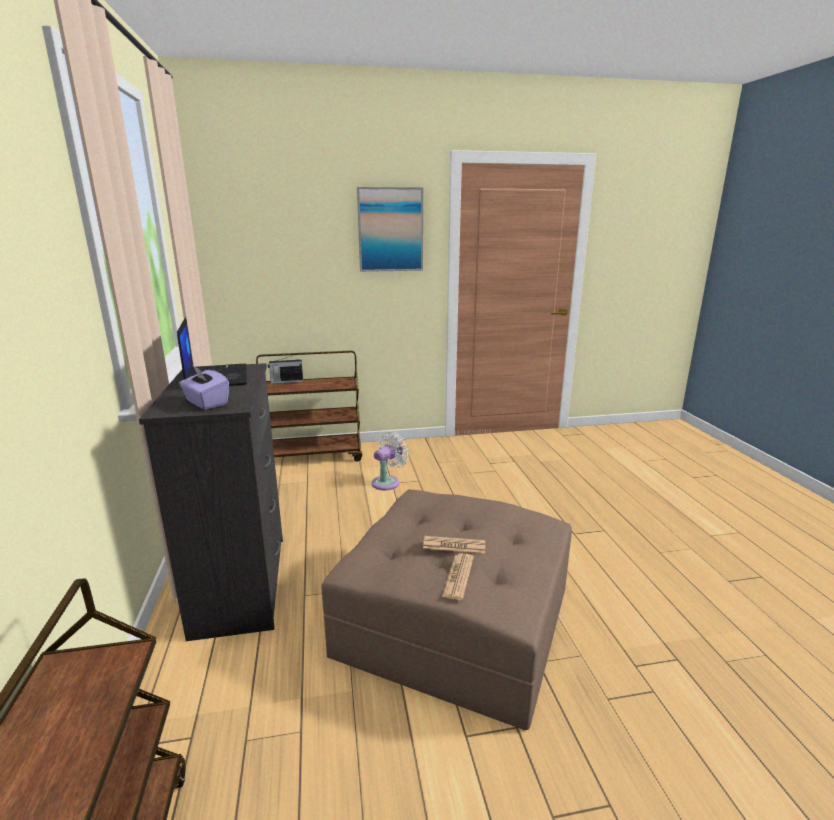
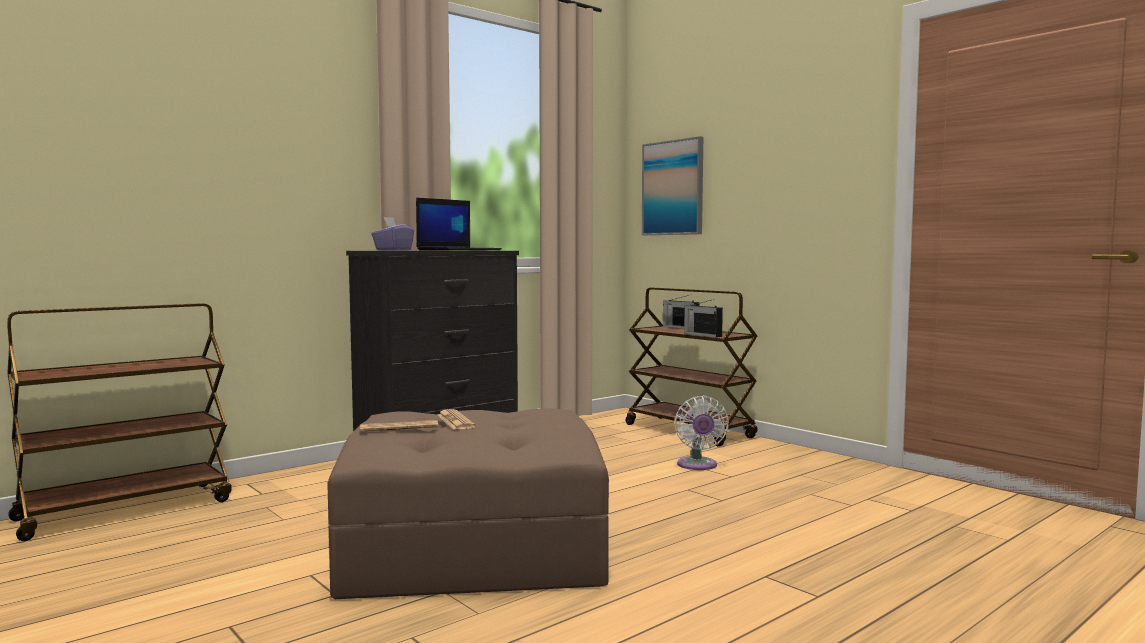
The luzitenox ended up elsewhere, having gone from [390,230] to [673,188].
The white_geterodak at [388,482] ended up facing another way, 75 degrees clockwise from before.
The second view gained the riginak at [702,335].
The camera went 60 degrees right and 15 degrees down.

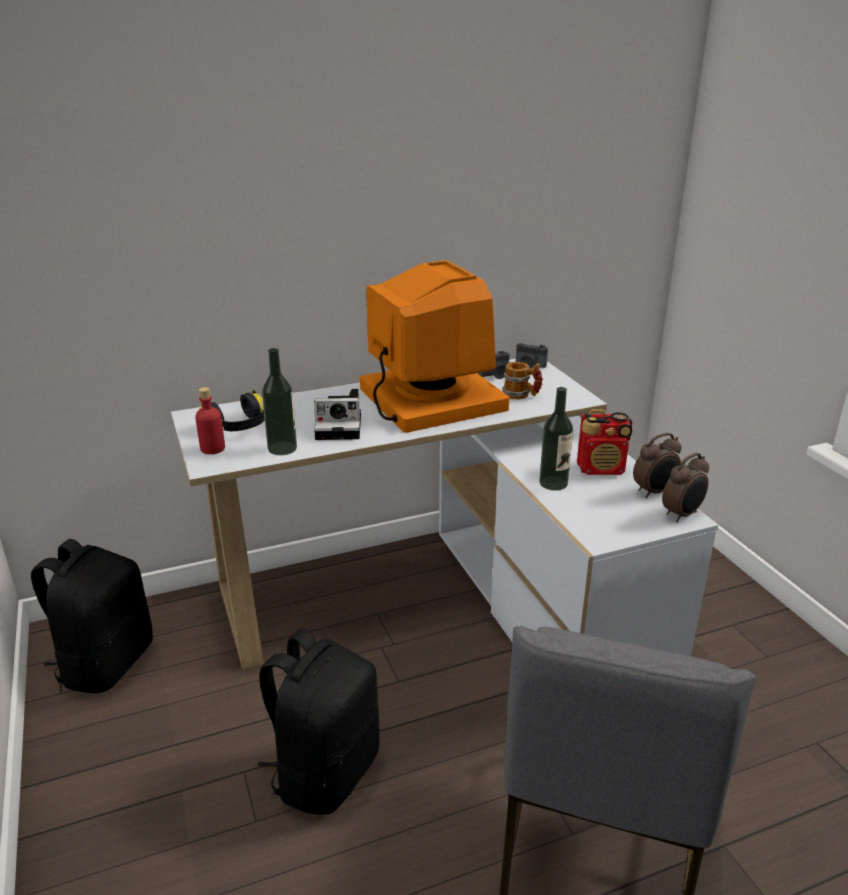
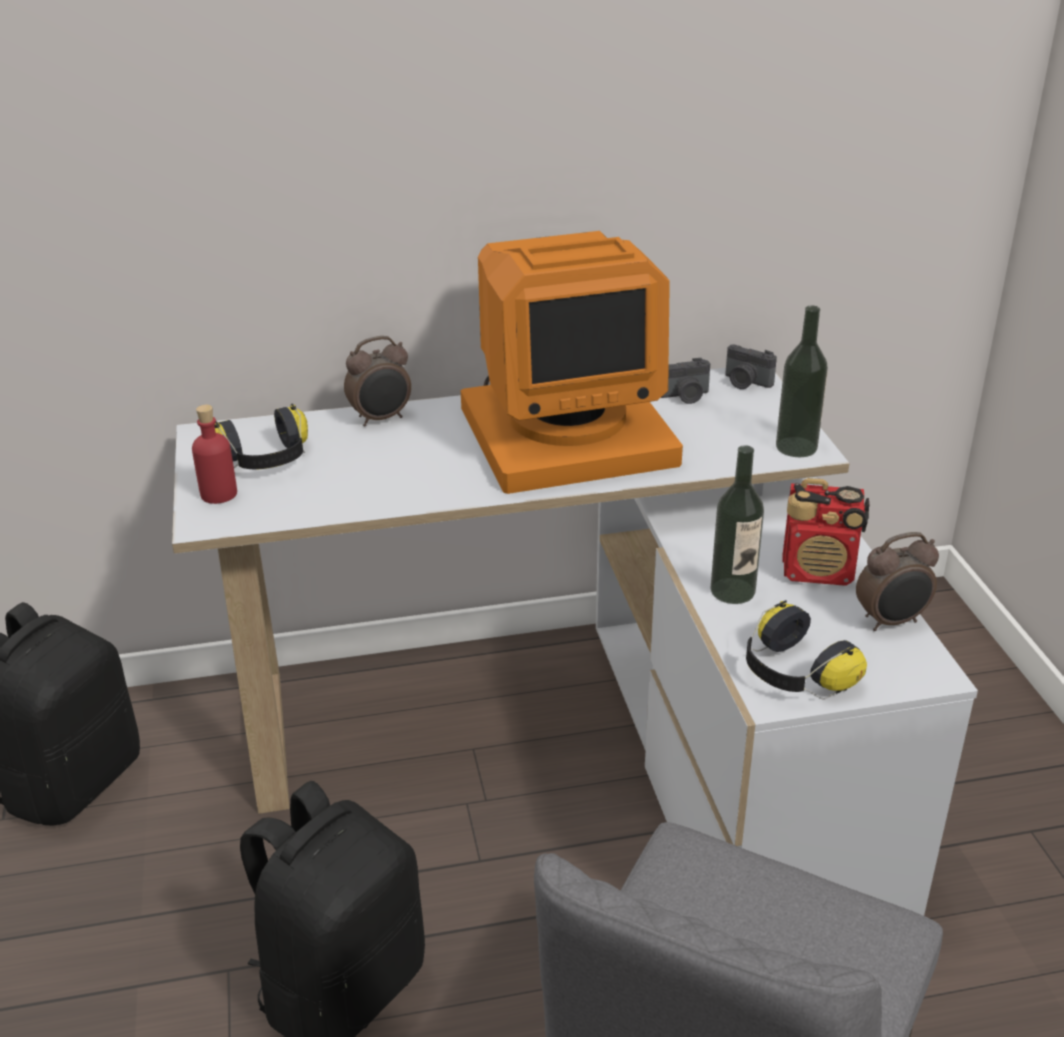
The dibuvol ended up elsewhere, having gone from [282,448] to [796,447].
The second view lost the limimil at [341,426].
The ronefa at [429,399] ended up facing another way, 90 degrees clockwise from before.
The second view lost the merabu at [521,395].
The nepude ended up elsewhere, having gone from [682,514] to [381,419].
The second view gained the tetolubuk at [793,673].
The camera went 10 degrees right and 5 degrees up.

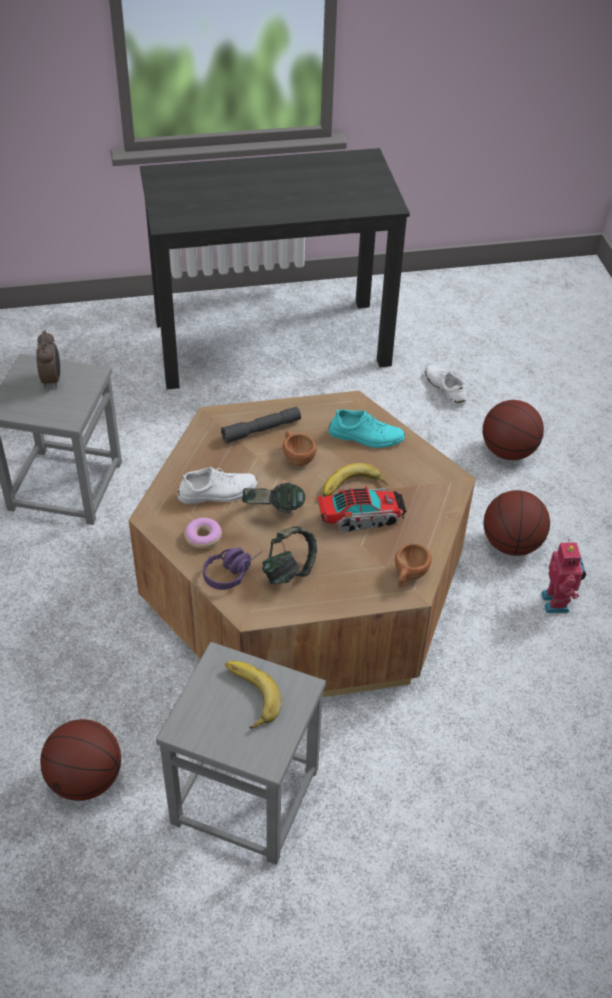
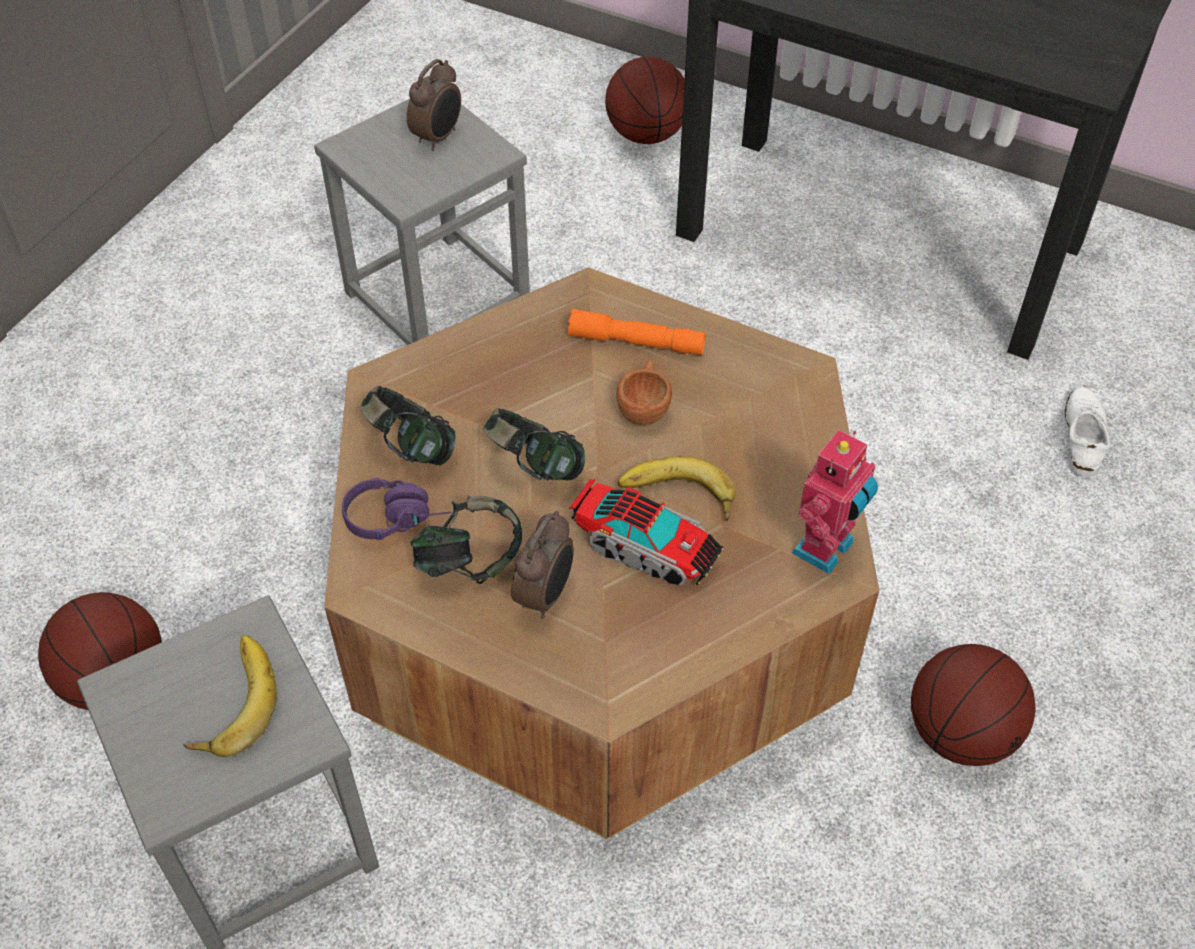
The second view lost the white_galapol at [217,492].
Where the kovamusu stood at [203,537], the tetolubuk came to stand at [411,448].
What was the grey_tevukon at [261,430] turned into the orange_tevukon at [636,342].
The second view lost the turquoise_galapol at [366,436].
The second view lost the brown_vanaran at [409,576].
The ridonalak ended up elsewhere, having gone from [508,451] to [646,135].
The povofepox ended up elsewhere, having gone from [557,602] to [826,549].
The second view gained the nepude at [546,595].
The camera went 40 degrees right and 5 degrees up.

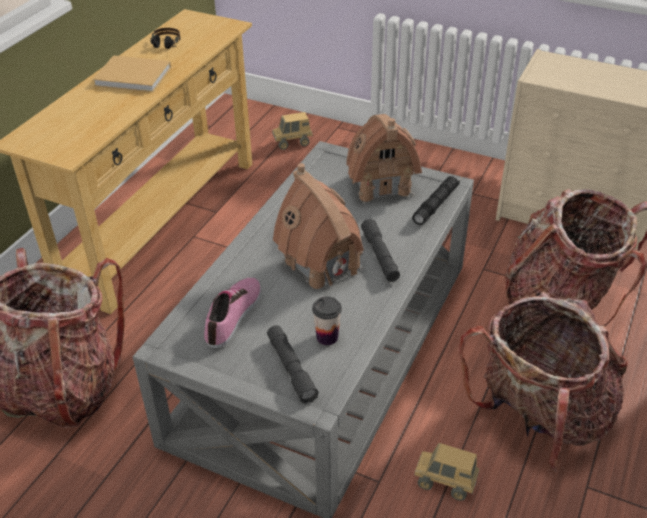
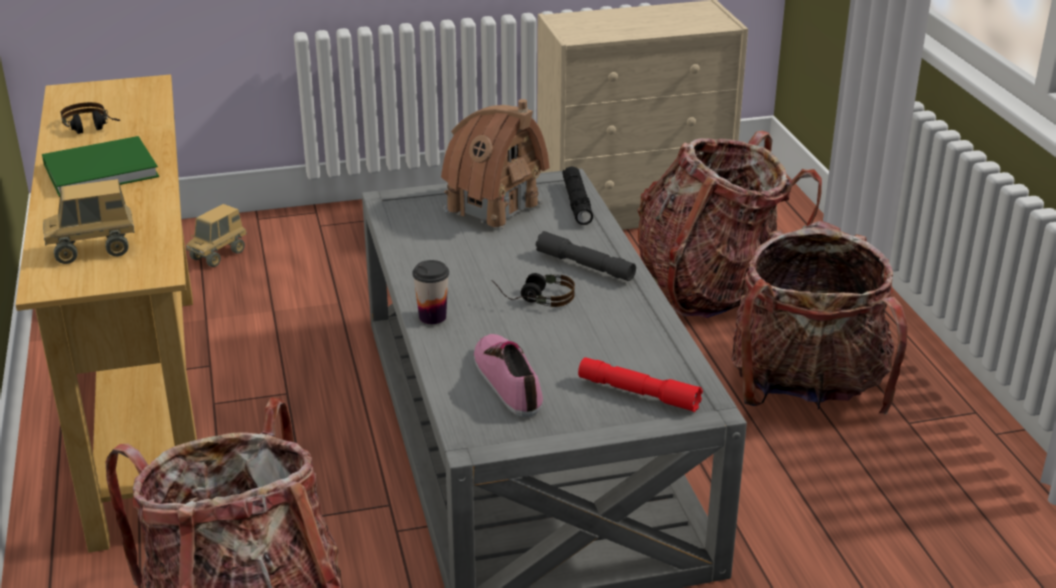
What was the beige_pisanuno at [135,77] turned into the green_pisanuno at [104,170].
What was the grey_tevukon at [291,368] turned into the red_tevukon at [638,393].
Where the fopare stood at [321,264], the tetolubuk came to stand at [534,298].
The vanaran ended up elsewhere, having gone from [327,337] to [432,317].
The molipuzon ended up elsewhere, having gone from [445,483] to [93,250].
The camera went 40 degrees left and 10 degrees down.

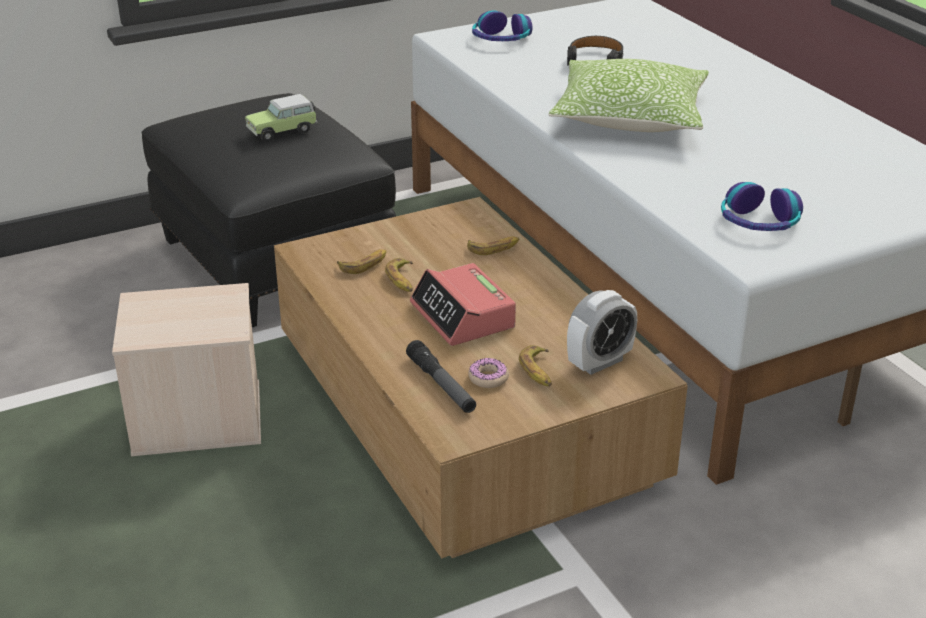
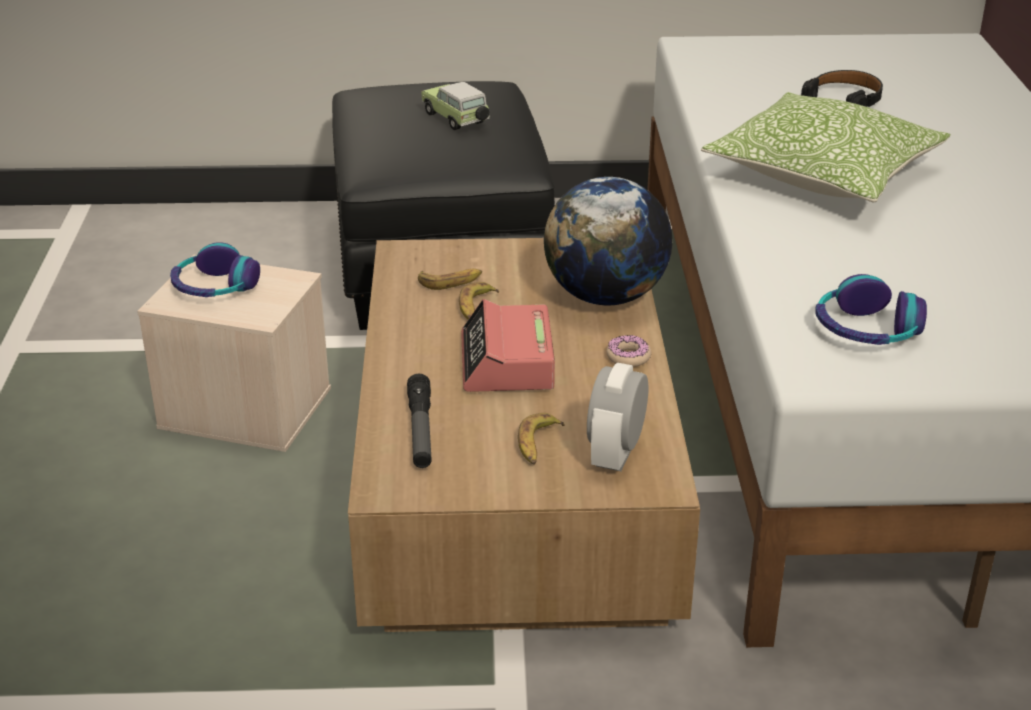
The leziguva at [284,131] ended up facing another way, 60 degrees clockwise from before.
Where the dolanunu stood at [494,248], the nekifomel came to stand at [606,296].
The kovamusu ended up elsewhere, having gone from [488,378] to [628,357].
The tetolubuk ended up elsewhere, having gone from [501,39] to [214,287].
The nepude at [599,362] ended up facing another way, 120 degrees clockwise from before.
The camera went 25 degrees right and 0 degrees up.

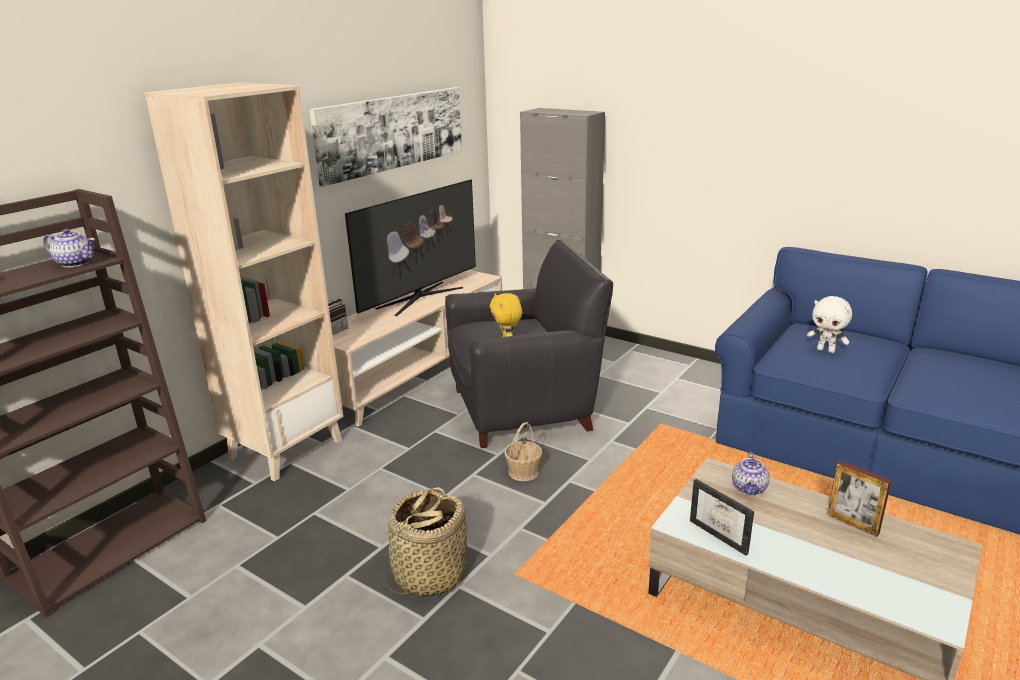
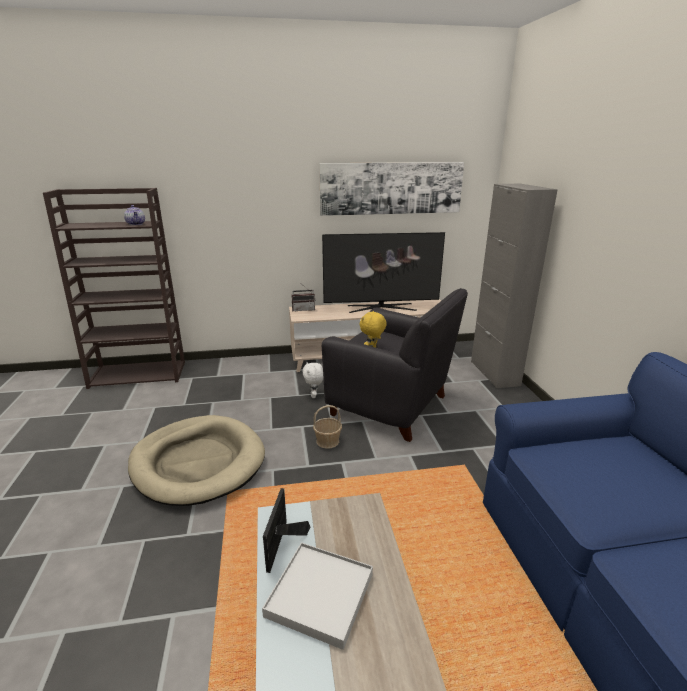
The second view lost the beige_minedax at [286,448].
Where the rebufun stood at [429,575], the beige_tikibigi came to stand at [198,462].
The second view lost the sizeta at [749,488].
The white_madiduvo ended up elsewhere, having gone from [826,350] to [314,395].
The second view lost the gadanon at [852,524].
The second view gained the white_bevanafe at [320,594].
The camera went 45 degrees right and 0 degrees up.

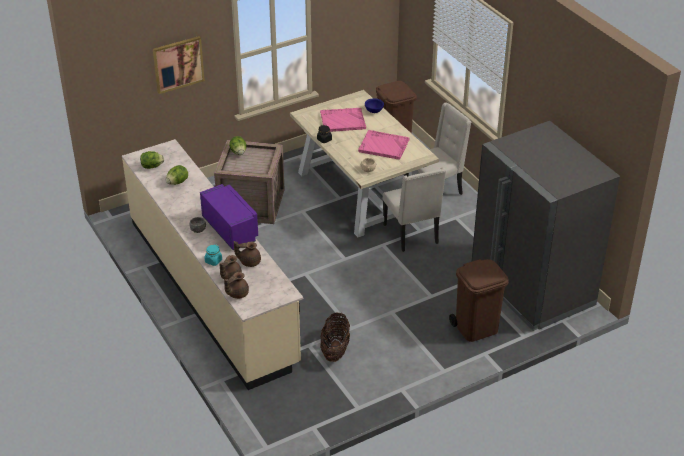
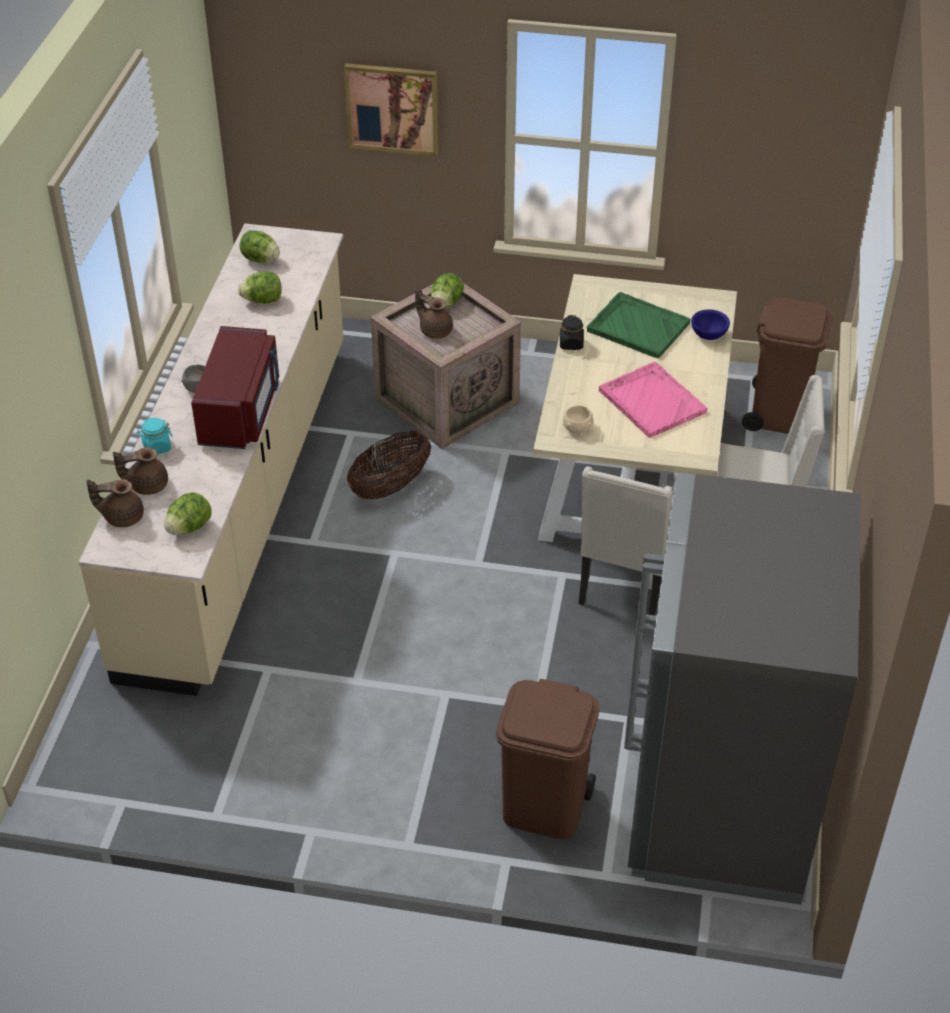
What was the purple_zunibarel at [231,229] turned into the red_zunibarel at [241,411].
The brown_sizeta ended up elsewhere, having gone from [249,262] to [435,330].
What was the pink_bevanafe at [342,121] turned into the green_bevanafe at [637,327].
The rebufun ended up elsewhere, having gone from [335,350] to [390,486].
The second view gained the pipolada at [189,527].
The camera went 40 degrees right and 5 degrees up.

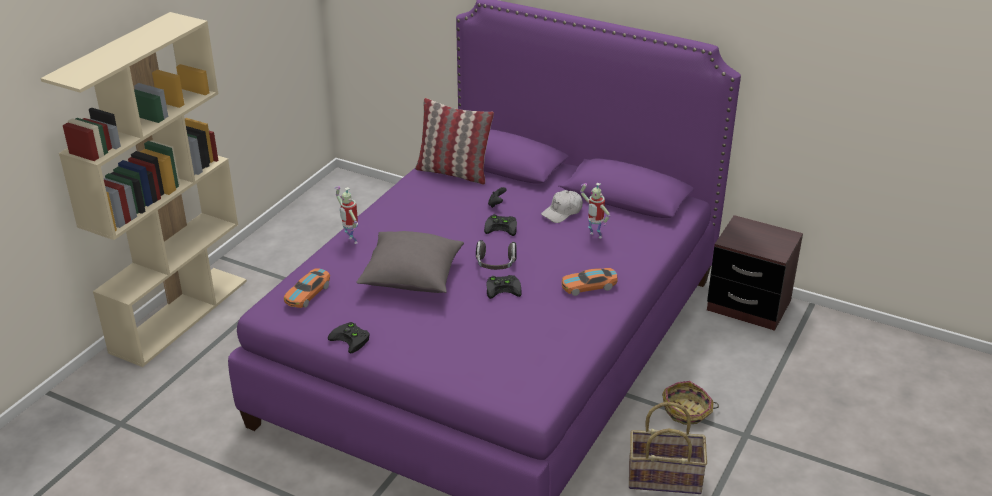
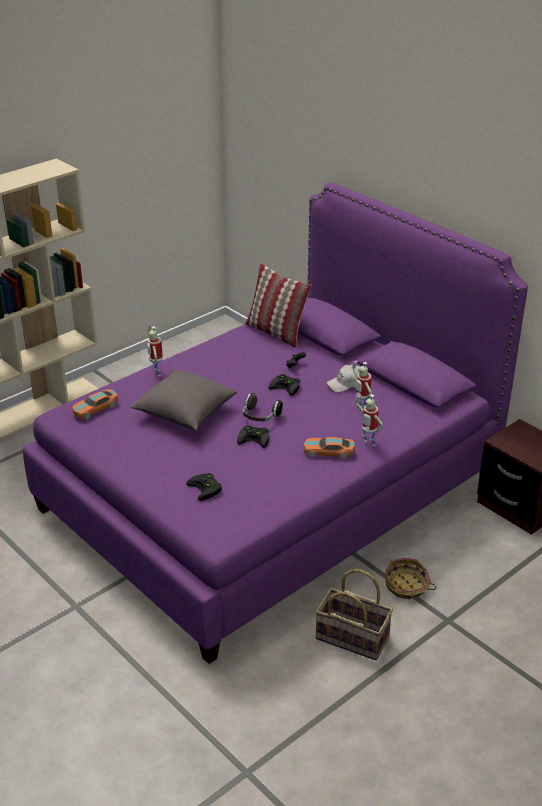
The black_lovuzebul ended up elsewhere, having gone from [352,339] to [206,488].
The second view gained the povofepox at [368,444].
The camera went 20 degrees right and 0 degrees up.

